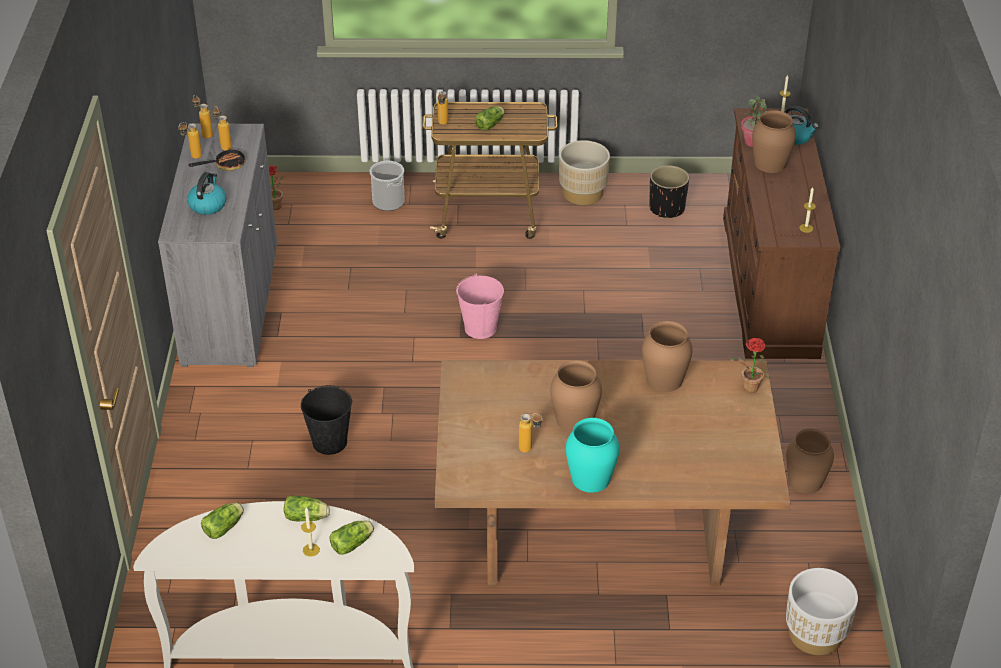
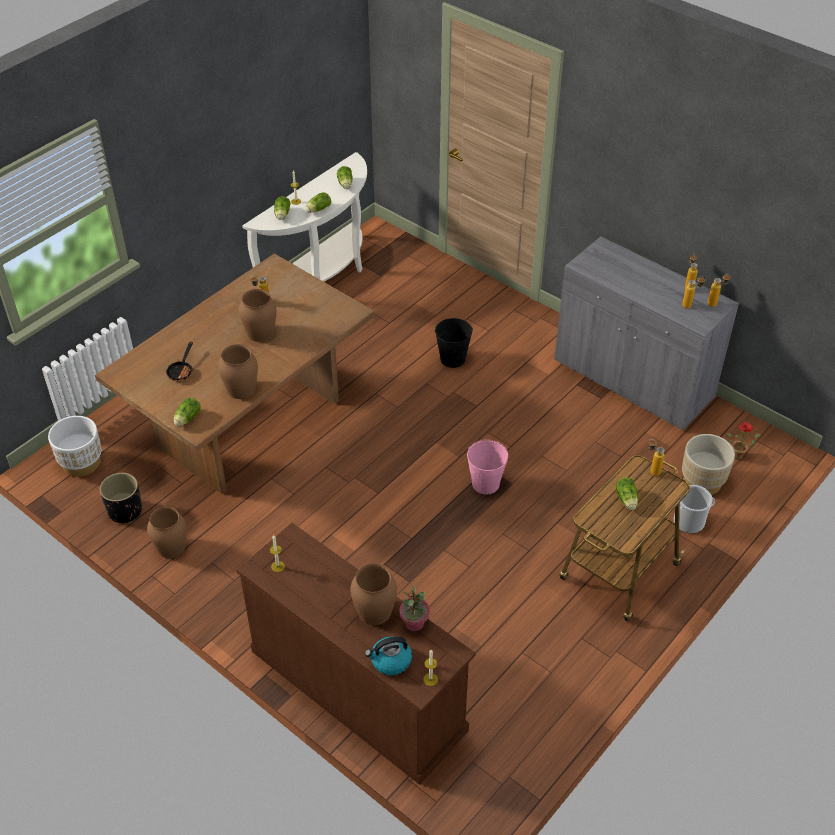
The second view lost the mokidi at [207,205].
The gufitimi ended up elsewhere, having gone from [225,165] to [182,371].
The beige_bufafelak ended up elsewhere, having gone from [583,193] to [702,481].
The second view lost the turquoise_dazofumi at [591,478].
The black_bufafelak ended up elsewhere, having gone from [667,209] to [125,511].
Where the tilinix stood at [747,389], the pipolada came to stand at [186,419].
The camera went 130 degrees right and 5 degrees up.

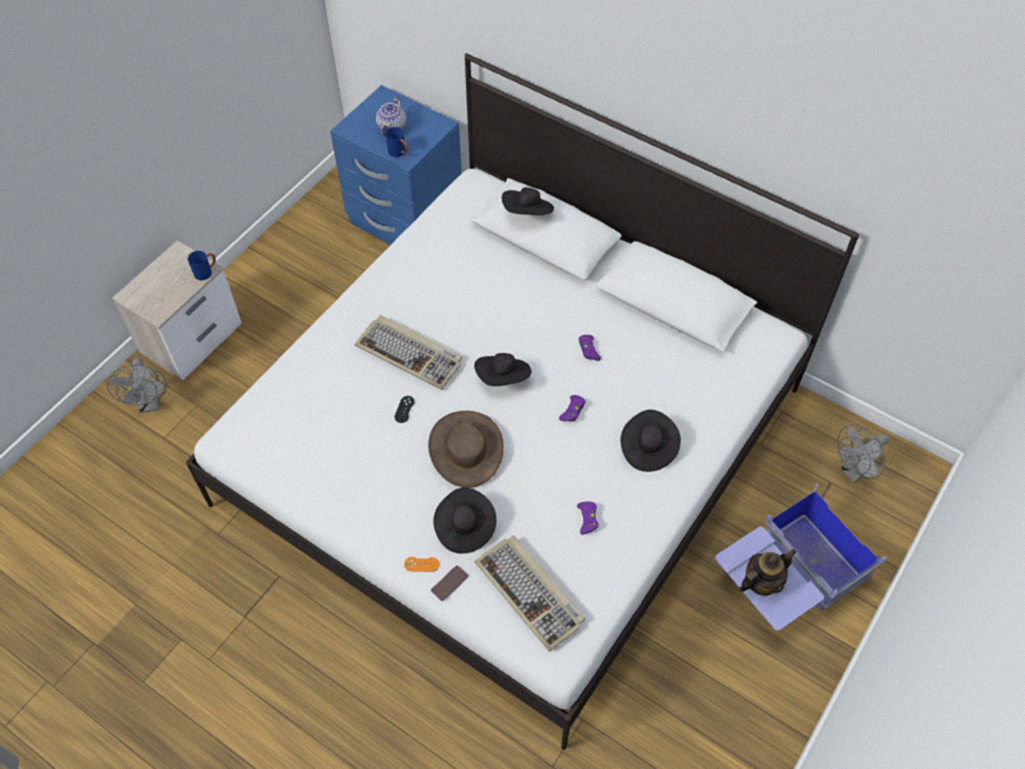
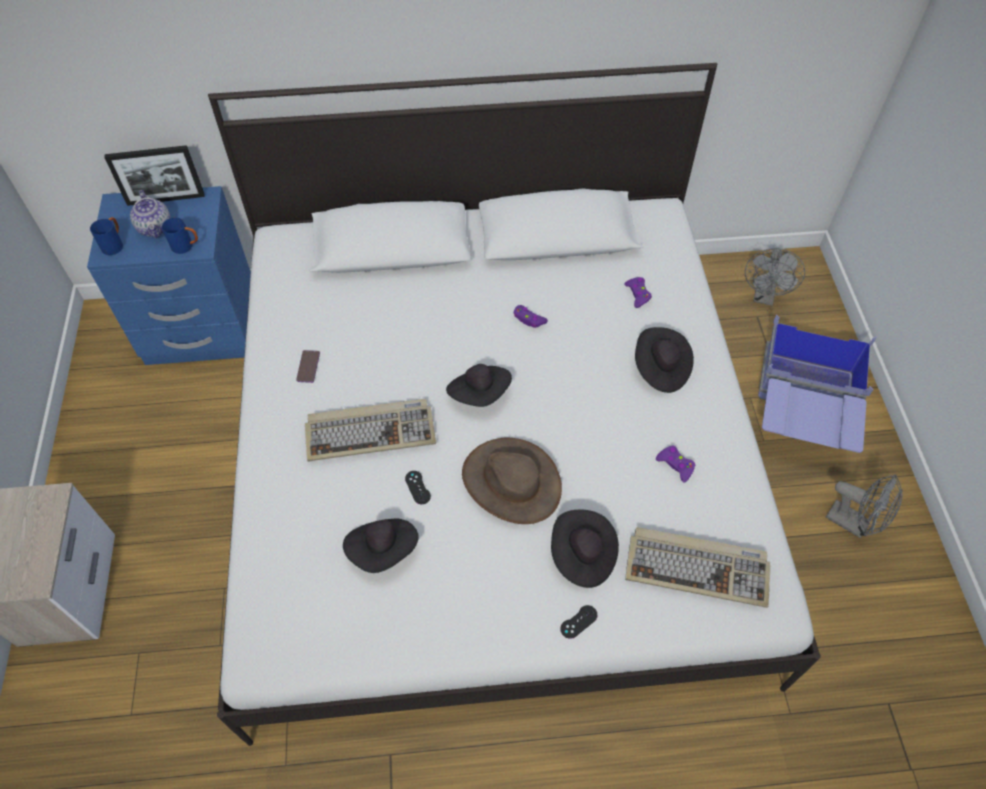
The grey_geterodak ended up elsewhere, having gone from [150,403] to [853,523].
The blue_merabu ended up elsewhere, having gone from [206,272] to [114,244].
What was the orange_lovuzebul at [421,564] turned into the black_lovuzebul at [578,622].
The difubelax ended up elsewhere, having gone from [449,583] to [308,366].
The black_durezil ended up elsewhere, having gone from [527,213] to [384,550].
The purple_lovuzebul ended up elsewhere, having gone from [572,411] to [638,294].
The second view lost the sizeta at [761,582].
The second view gained the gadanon at [166,199].
The camera went 40 degrees left and 0 degrees up.

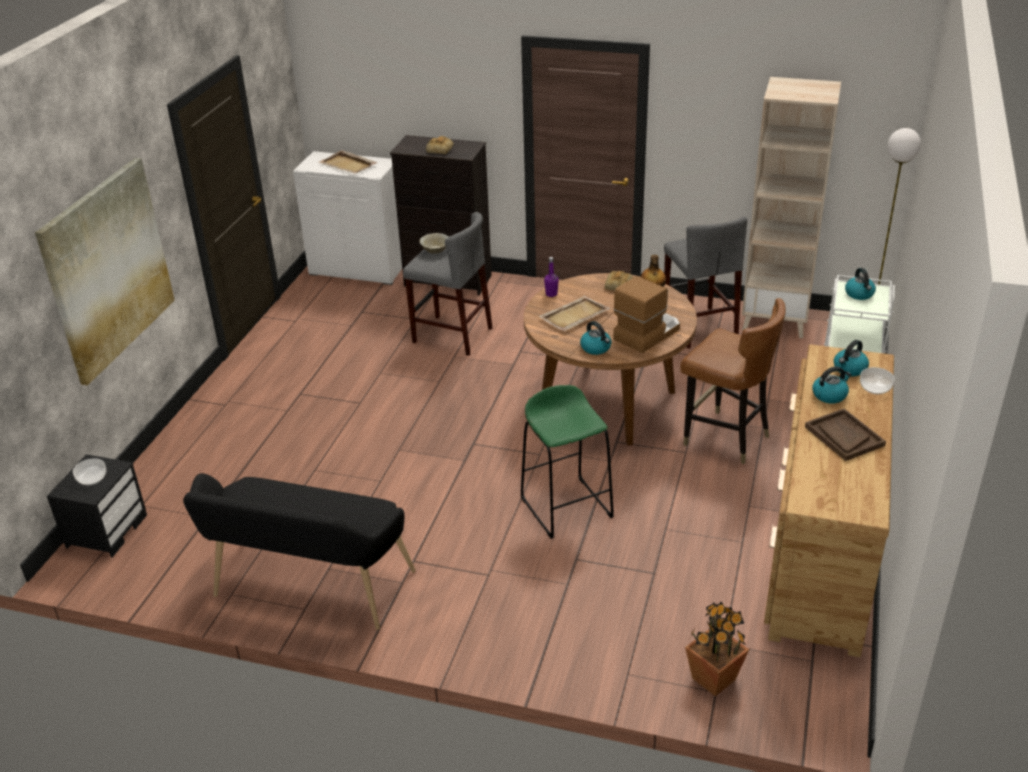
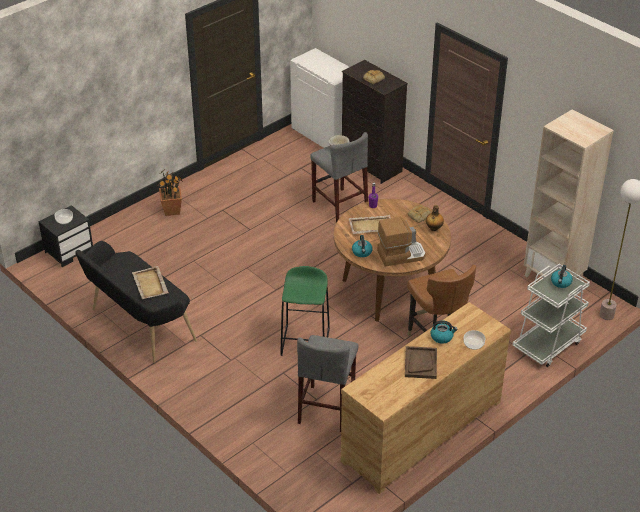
The second view lost the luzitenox at [108,269].
The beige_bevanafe ended up elsewhere, having gone from [348,164] to [150,284].
The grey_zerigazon ended up elsewhere, having gone from [699,327] to [327,408].
The tilinix ended up elsewhere, having gone from [714,678] to [172,210].
The second view lost the mokidi at [849,369].
The camera went 30 degrees right and 5 degrees up.

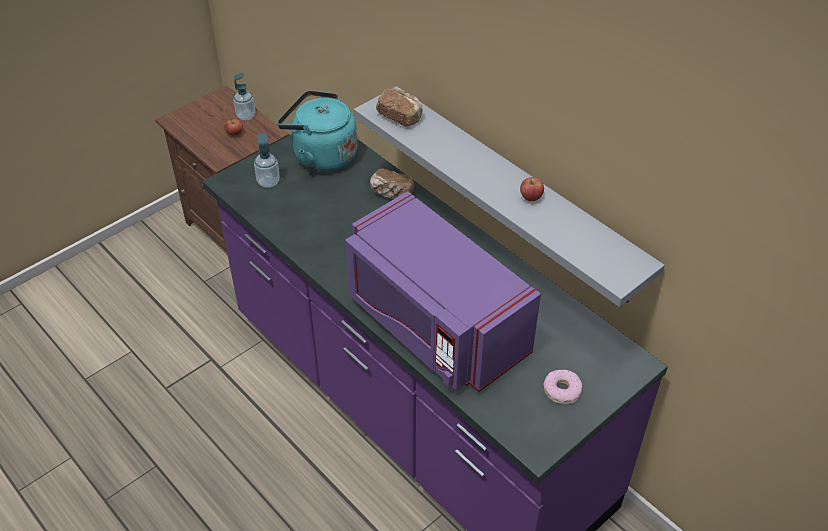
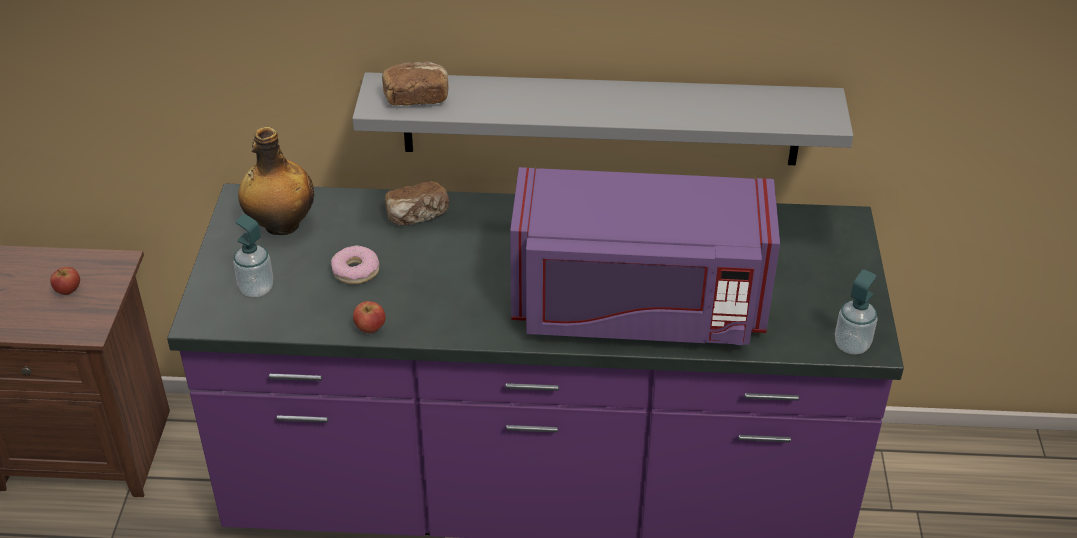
The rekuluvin ended up elsewhere, having gone from [246,116] to [851,345].
Where the turquoise_mokidi stood at [321,155], the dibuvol came to stand at [281,225].
The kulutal ended up elsewhere, having gone from [531,197] to [370,328].
The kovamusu ended up elsewhere, having gone from [562,391] to [356,271].
The camera went 45 degrees left and 5 degrees down.

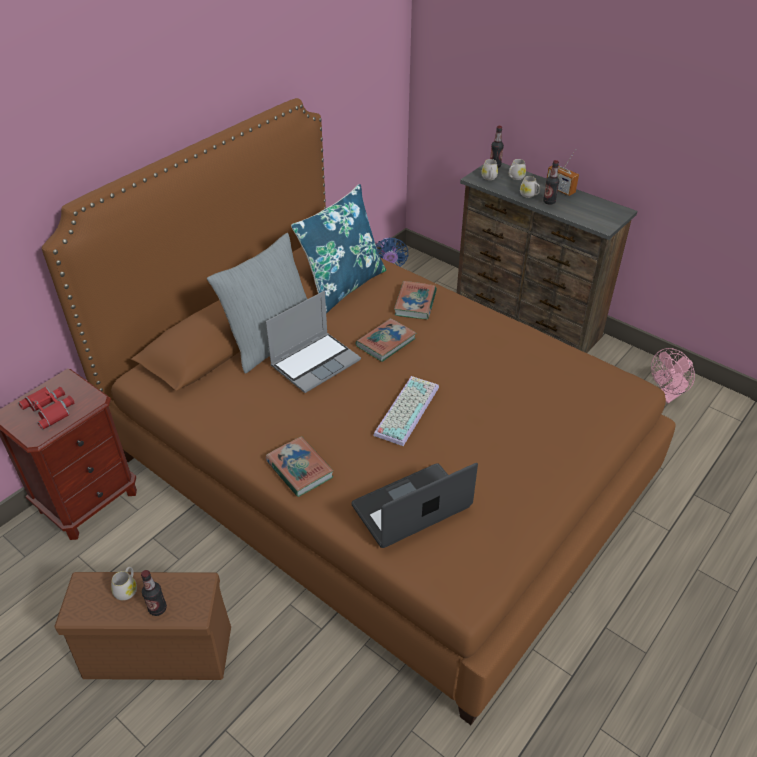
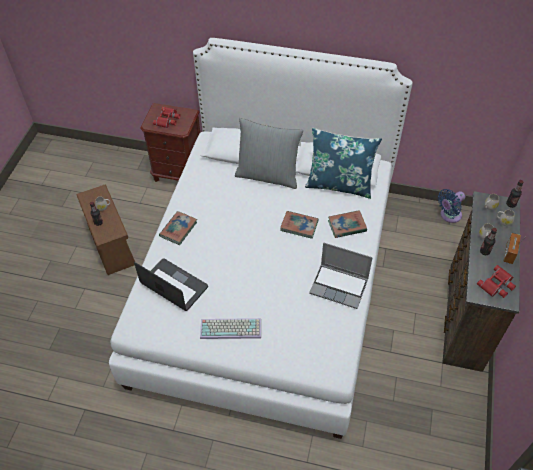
What was the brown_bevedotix at [377,470] turned into the white_bevedotix at [266,283].
The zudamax ended up elsewhere, having gone from [315,362] to [339,286].
The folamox ended up elsewhere, having gone from [406,409] to [231,328].
The second view lost the pink_geterodak at [667,396].
The second view gained the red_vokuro at [497,285].
The camera went 65 degrees right and 10 degrees up.

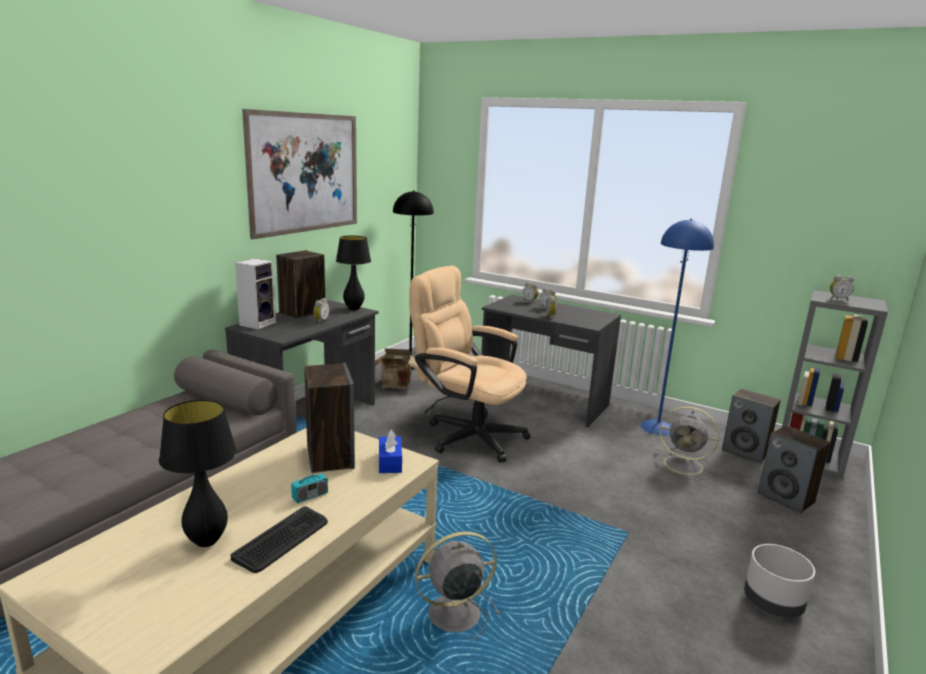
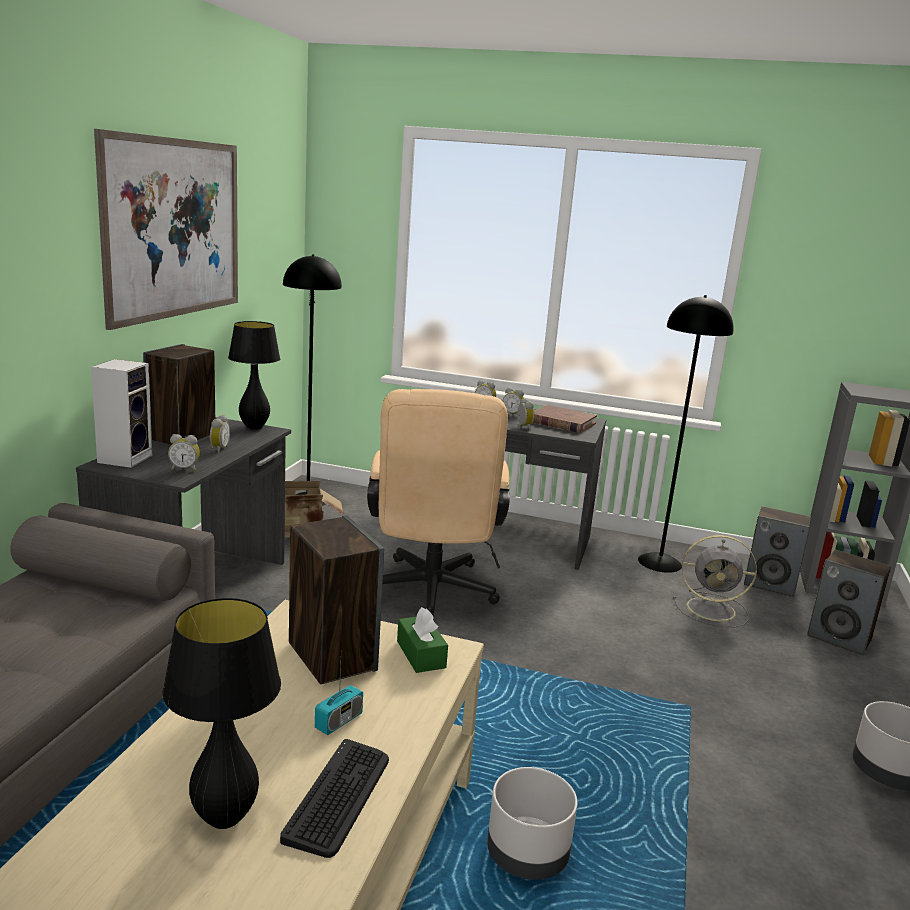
What was the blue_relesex at [390,462] turned into the green_relesex at [421,654].
The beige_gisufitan at [466,435] ended up facing another way, 105 degrees counterclockwise from before.
Where the grey_geterodak stood at [451,614], the grey_bufafelak came to stand at [527,857].
What was the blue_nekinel at [657,427] turned into the black_nekinel at [659,562].
The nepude ended up elsewhere, having gone from [838,299] to [185,469].
The second view gained the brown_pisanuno at [562,422].
The camera went 15 degrees left and 0 degrees up.

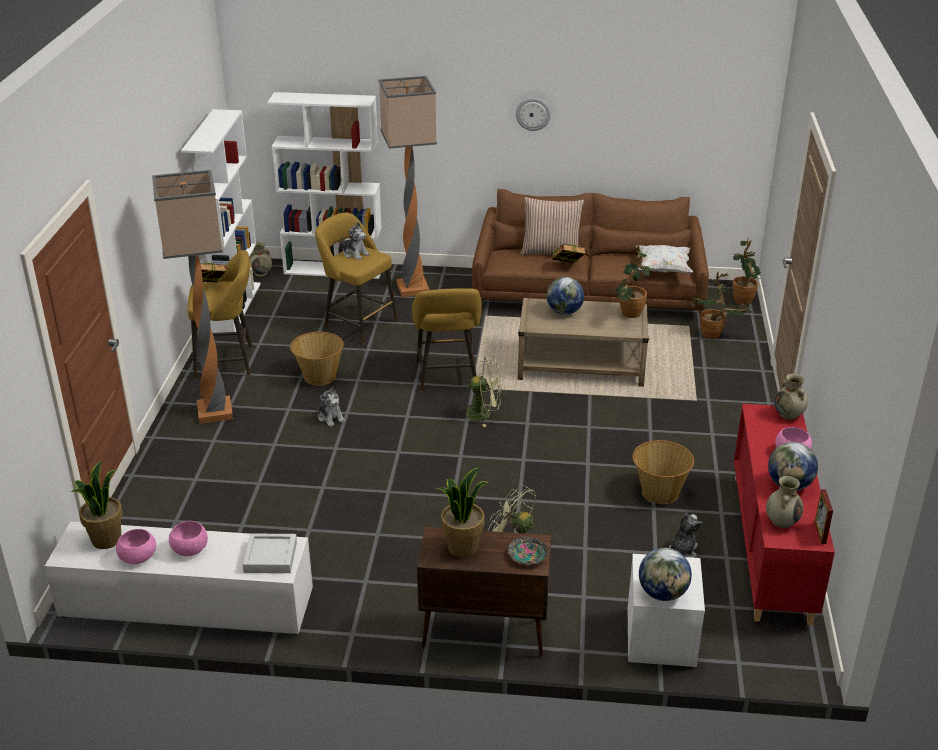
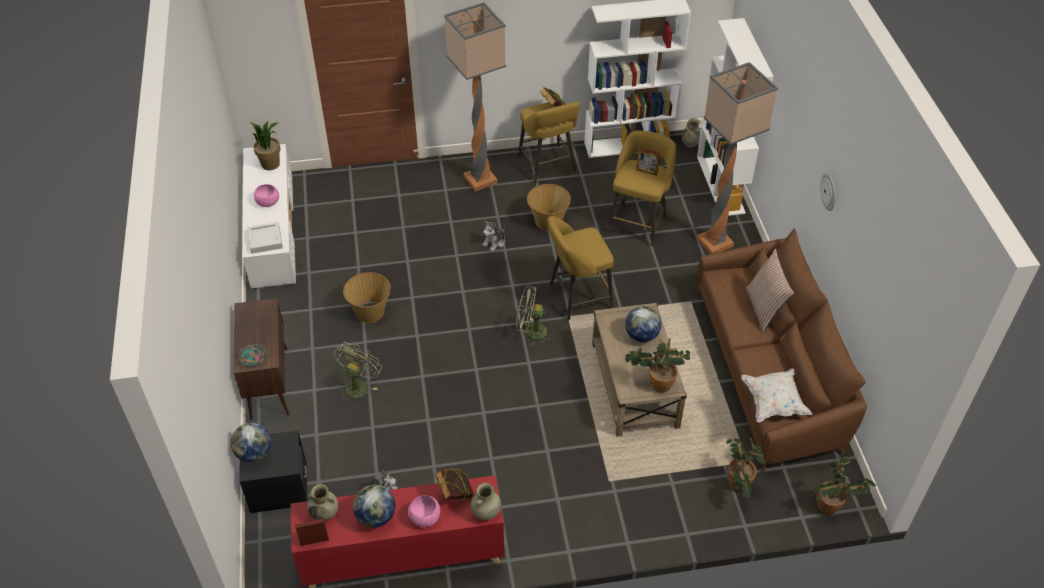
The second view lost the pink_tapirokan at [138,556].
Where the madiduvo stood at [355,254], the gadanon came to stand at [646,172].
The second view lost the tilinix at [462,547].
The green_geterodak at [484,414] ended up facing another way, 105 degrees clockwise from before.
The pisanuno ended up elsewhere, having gone from [567,268] to [455,494].
What was the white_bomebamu at [660,638] turned into the black_bomebamu at [278,488].
The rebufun ended up elsewhere, having gone from [659,492] to [370,311].
The camera went 75 degrees right and 15 degrees up.

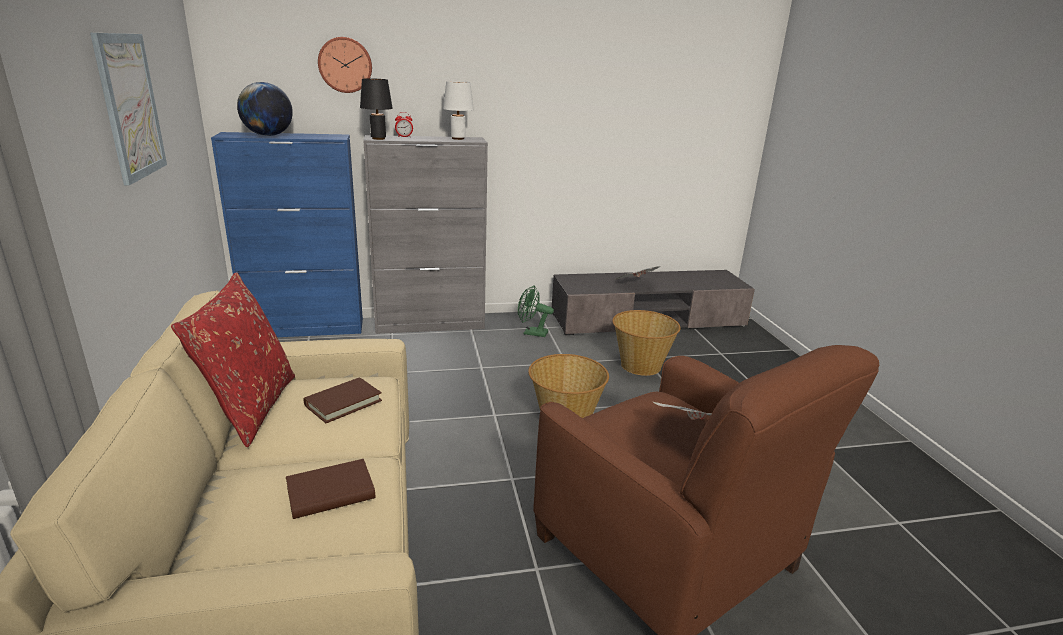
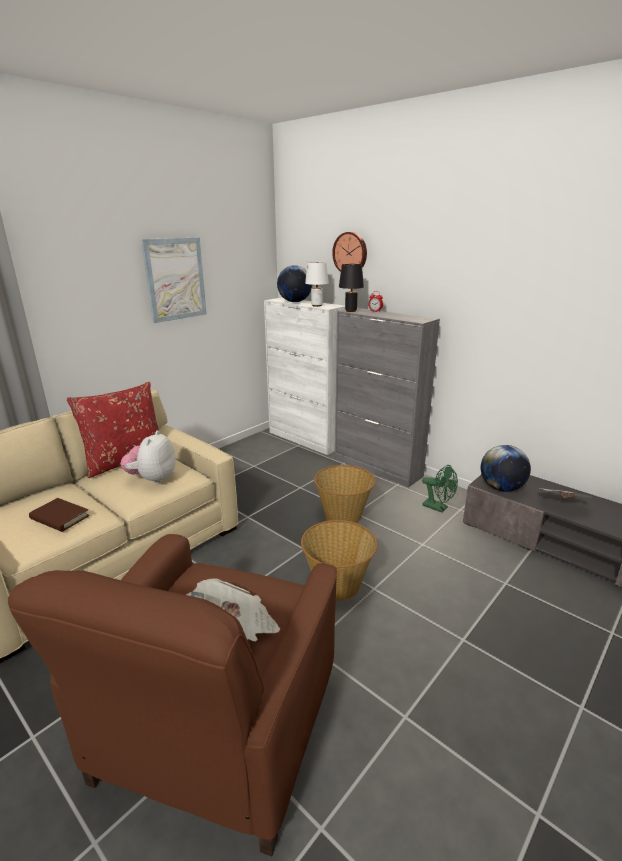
What was the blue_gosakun at [306,328] turned into the white_gosakun at [305,439].
Where the brown_pisanuno stood at [343,403], the madiduvo came to stand at [152,479].
The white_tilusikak ended up elsewhere, having gone from [458,138] to [317,305].
The green_geterodak at [531,333] ended up facing another way, 150 degrees clockwise from before.
The rebufun ended up elsewhere, having gone from [640,365] to [343,515].
The second view gained the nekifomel at [501,488].
The camera went 55 degrees right and 0 degrees up.

